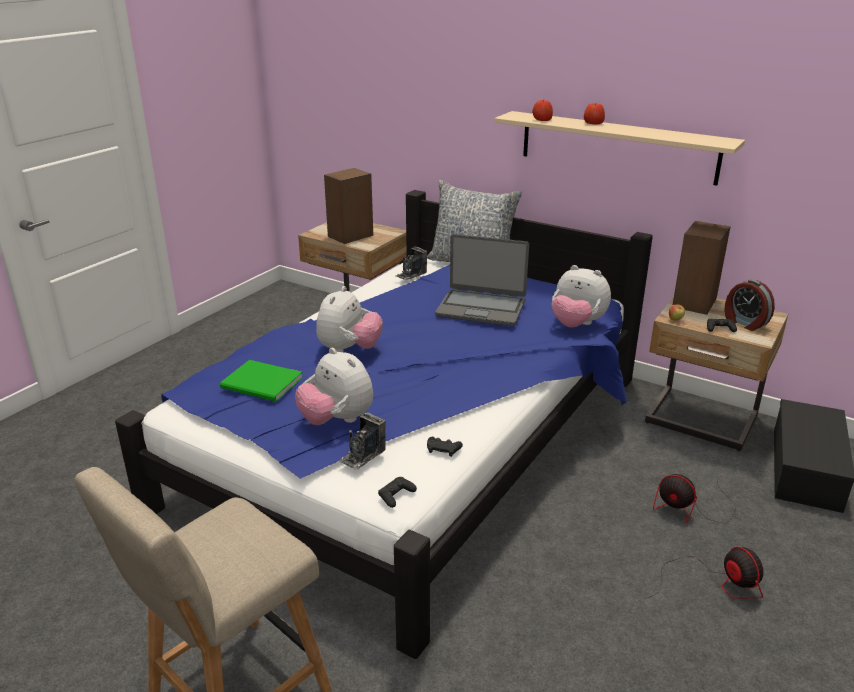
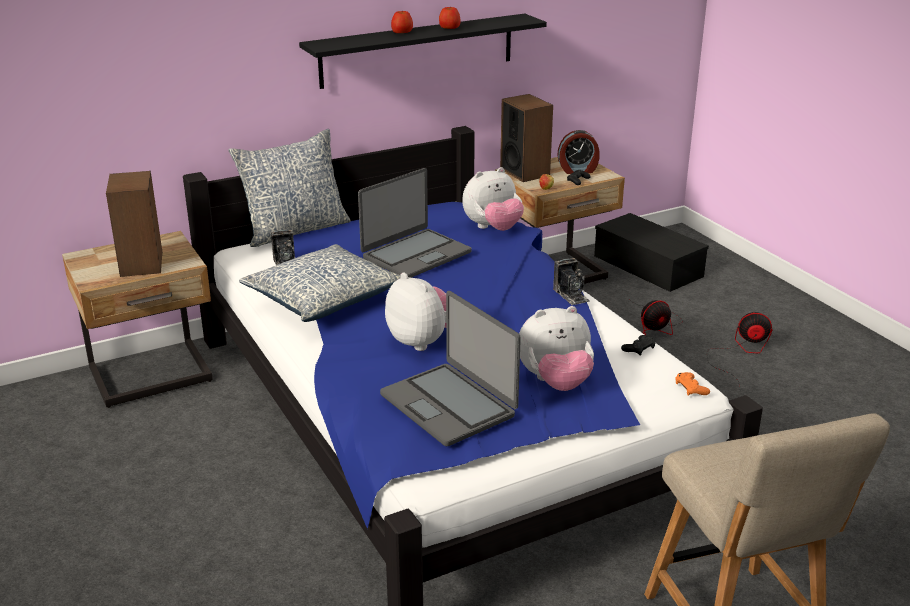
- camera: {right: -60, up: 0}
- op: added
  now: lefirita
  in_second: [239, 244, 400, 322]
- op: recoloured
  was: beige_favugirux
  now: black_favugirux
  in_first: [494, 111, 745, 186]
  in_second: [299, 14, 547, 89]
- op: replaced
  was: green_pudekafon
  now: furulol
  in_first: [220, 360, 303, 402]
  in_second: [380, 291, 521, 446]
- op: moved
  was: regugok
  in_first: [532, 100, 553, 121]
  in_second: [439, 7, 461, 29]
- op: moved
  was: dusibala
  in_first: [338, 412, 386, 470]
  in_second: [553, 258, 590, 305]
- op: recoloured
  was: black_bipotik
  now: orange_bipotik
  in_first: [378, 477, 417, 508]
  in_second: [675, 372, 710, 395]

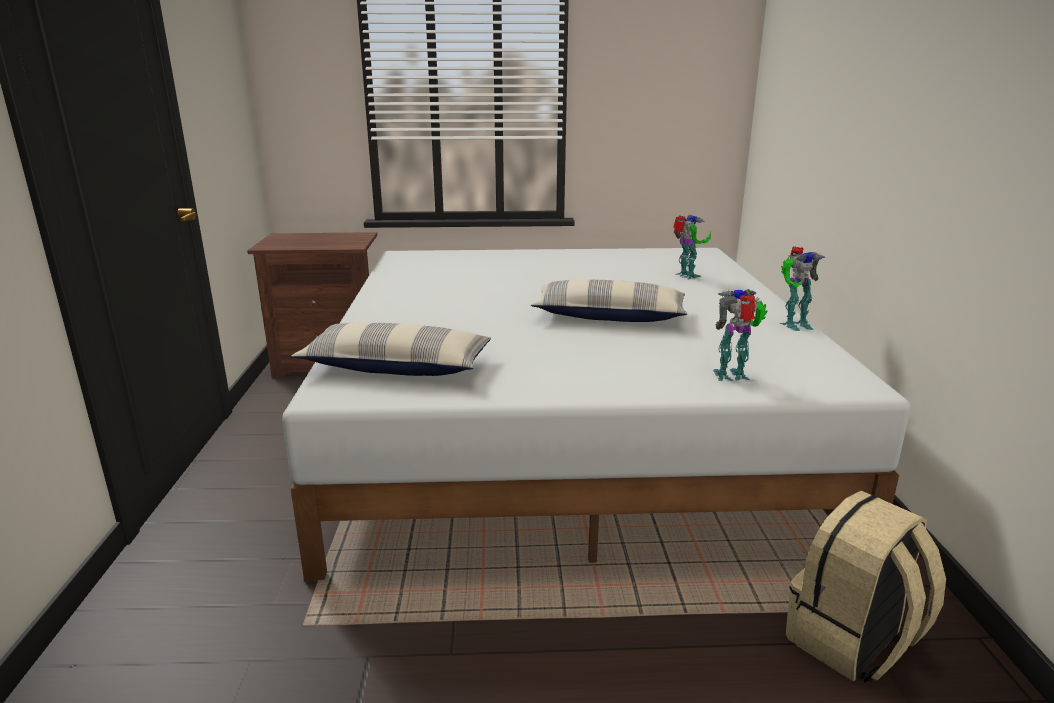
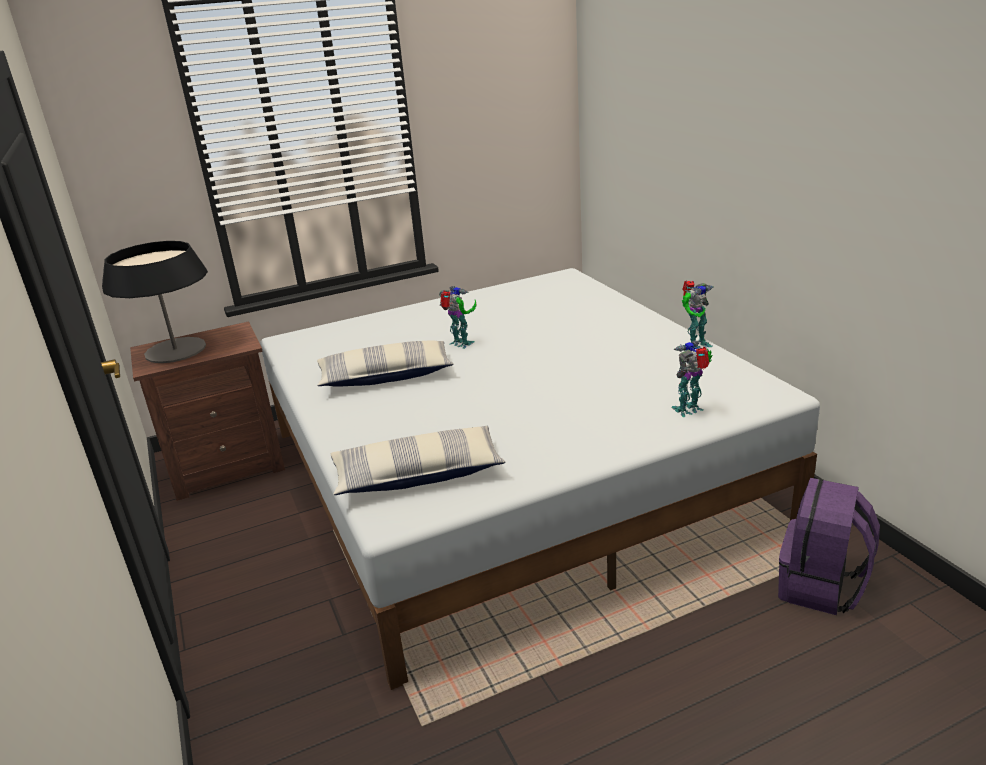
- camera: {right: -20, up: 5}
- op: added
  now: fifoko
  in_second: [102, 241, 208, 363]
- op: moved
  was: lefirita
  in_first: [531, 279, 688, 322]
  in_second: [317, 341, 454, 387]
- op: moved
  was: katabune
  in_first: [673, 215, 711, 279]
  in_second: [439, 286, 477, 349]
- op: recoloured
  was: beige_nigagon
  now: purple_nigagon
  in_first: [786, 491, 946, 683]
  in_second: [778, 478, 880, 615]

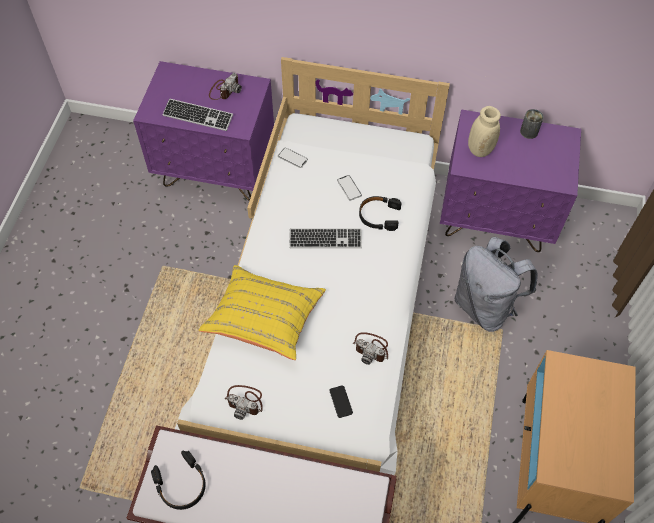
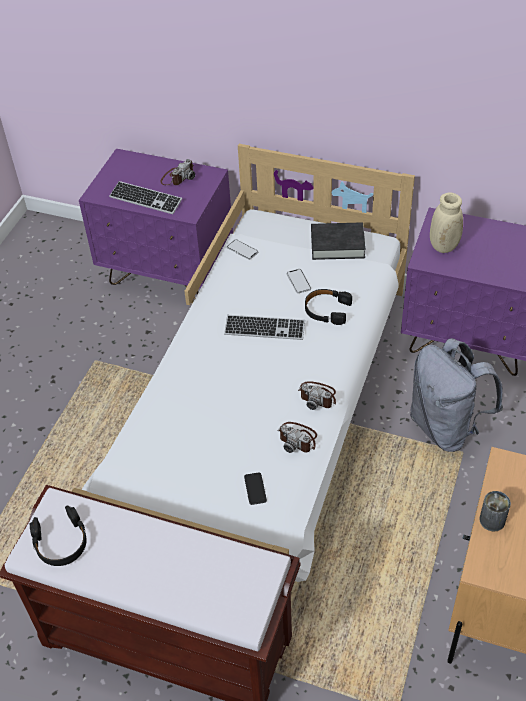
- camera: {right: 10, up: -10}
- op: moved
  was: dusibala
  in_first: [225, 385, 263, 420]
  in_second: [298, 381, 336, 410]
- op: added
  now: black_pudekafon
  in_second: [311, 222, 366, 260]
- op: moved
  was: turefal
  in_first: [520, 109, 544, 139]
  in_second: [480, 491, 511, 532]
- op: removed
  was: yellow_lefirita
  in_first: [198, 265, 326, 360]

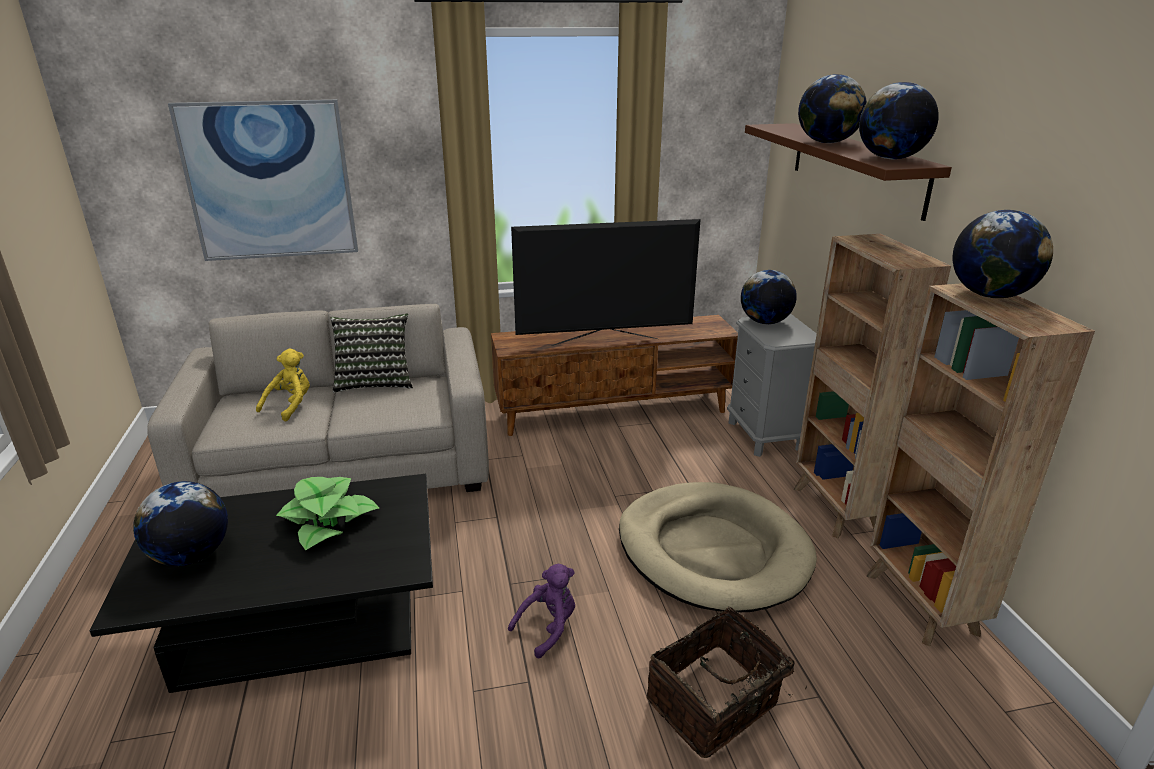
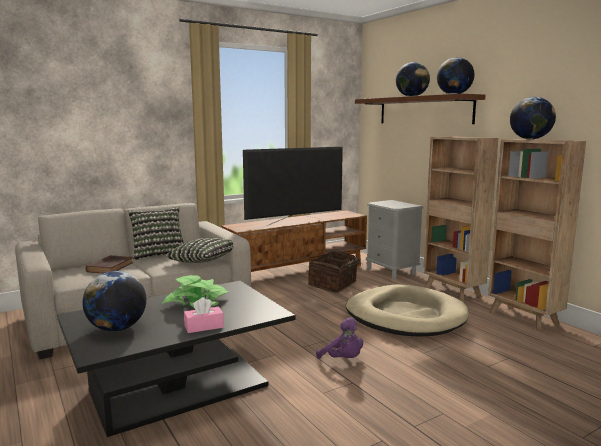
- camera: {right: -20, up: -15}
- op: replaced
  was: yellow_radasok
  now: brown_pudekafon
  in_first: [256, 349, 310, 422]
  in_second: [86, 255, 133, 274]
- op: added
  now: lefirita
  in_second: [166, 238, 234, 263]
- op: added
  now: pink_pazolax
  in_second: [184, 297, 224, 333]
- op: moved
  was: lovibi
  in_first: [647, 606, 807, 758]
  in_second: [308, 251, 367, 293]
- op: turned
  was: purple_radasok
  in_first: [508, 564, 575, 658]
  in_second: [316, 318, 363, 359]
  clockwise: 105
- op: removed
  was: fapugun
  in_first: [168, 99, 358, 261]
- op: removed
  was: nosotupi
  in_first: [741, 270, 797, 324]

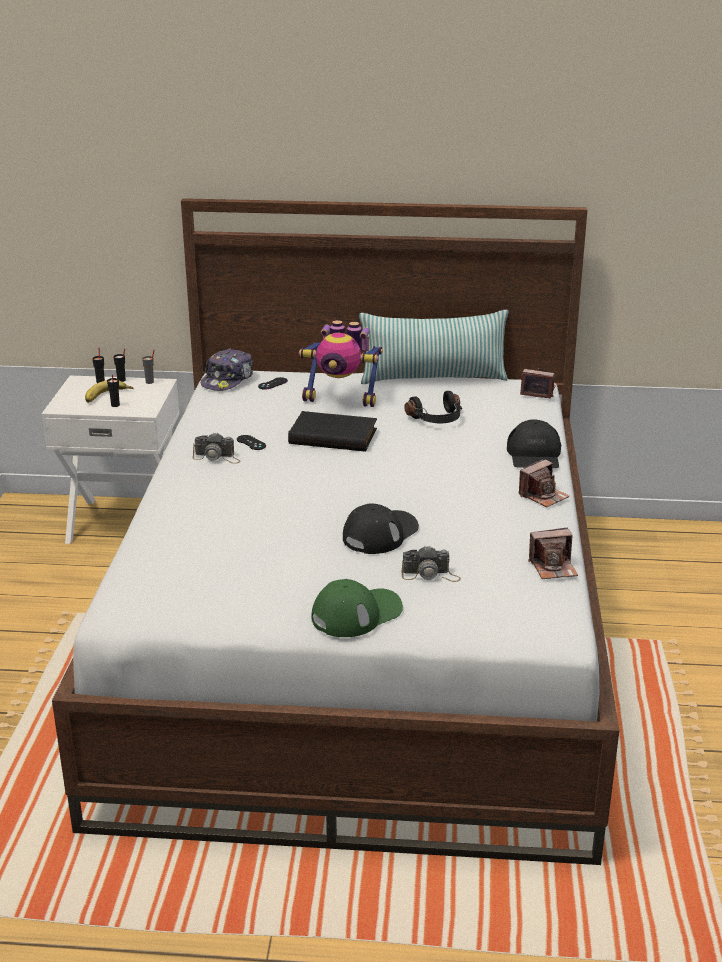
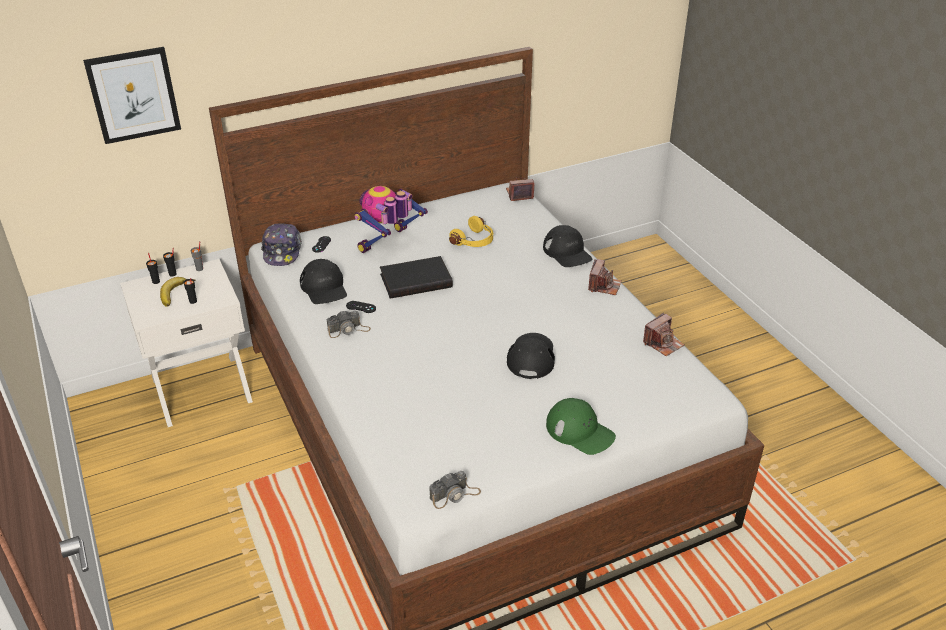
- camera: {right: -30, up: 10}
- op: added
  now: fapugun
  in_second: [83, 47, 181, 144]
- op: added
  now: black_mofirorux
  in_second: [300, 259, 347, 304]
- op: turned
  was: katabune
  in_first: [299, 320, 383, 407]
  in_second: [355, 186, 428, 253]
  clockwise: 150
- op: moved
  was: dusibala
  in_first: [402, 546, 461, 582]
  in_second: [429, 471, 481, 509]
- op: recoloured
  was: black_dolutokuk
  now: yellow_dolutokuk
  in_first: [404, 391, 462, 423]
  in_second: [449, 216, 493, 247]
- op: turned
  was: green_mofirorux
  in_first: [312, 579, 403, 637]
  in_second: [546, 398, 616, 455]
  clockwise: 105
- op: removed
  was: lefirita
  in_first: [359, 310, 508, 384]

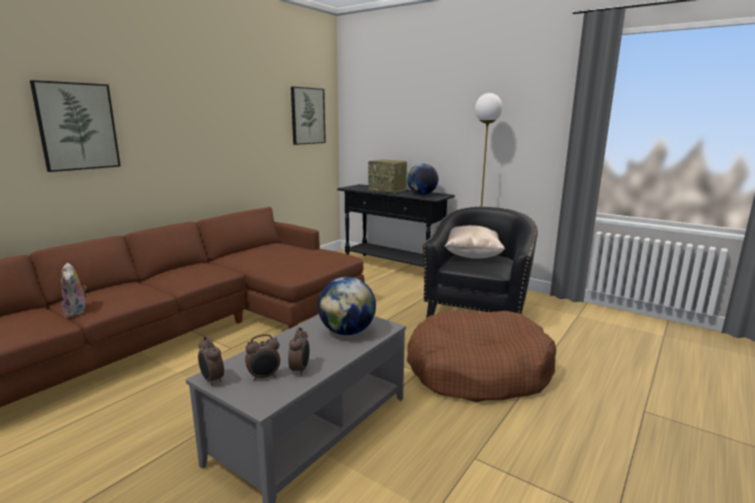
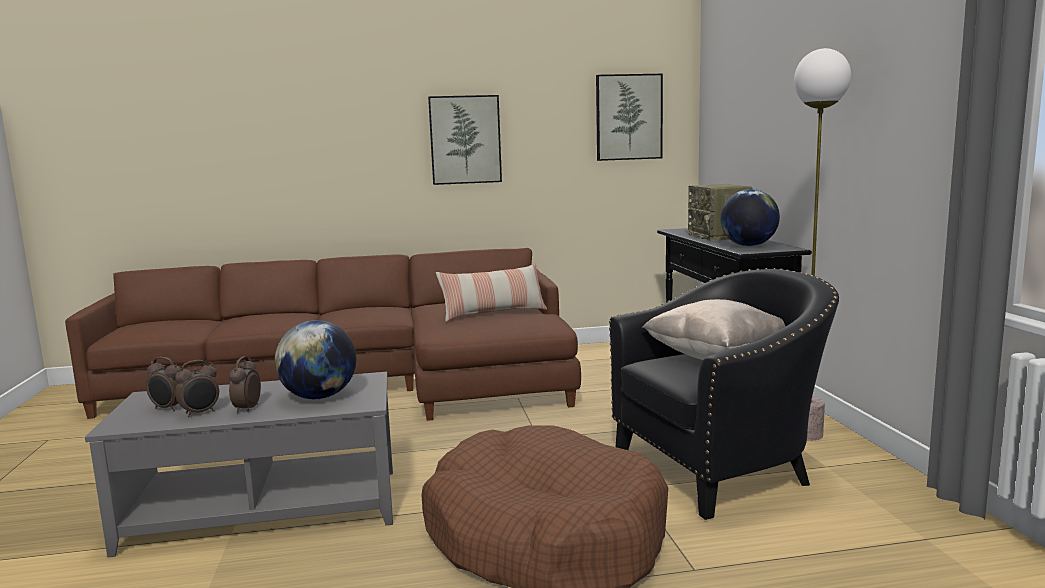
- camera: {right: 45, up: -5}
- op: moved
  was: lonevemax
  in_first: [198, 336, 224, 386]
  in_second: [229, 356, 261, 414]
- op: moved
  was: fapugun
  in_first: [30, 80, 121, 172]
  in_second: [428, 95, 502, 185]
- op: added
  now: lefirita
  in_second: [436, 263, 547, 322]
- op: removed
  was: radasok
  in_first: [61, 263, 87, 317]

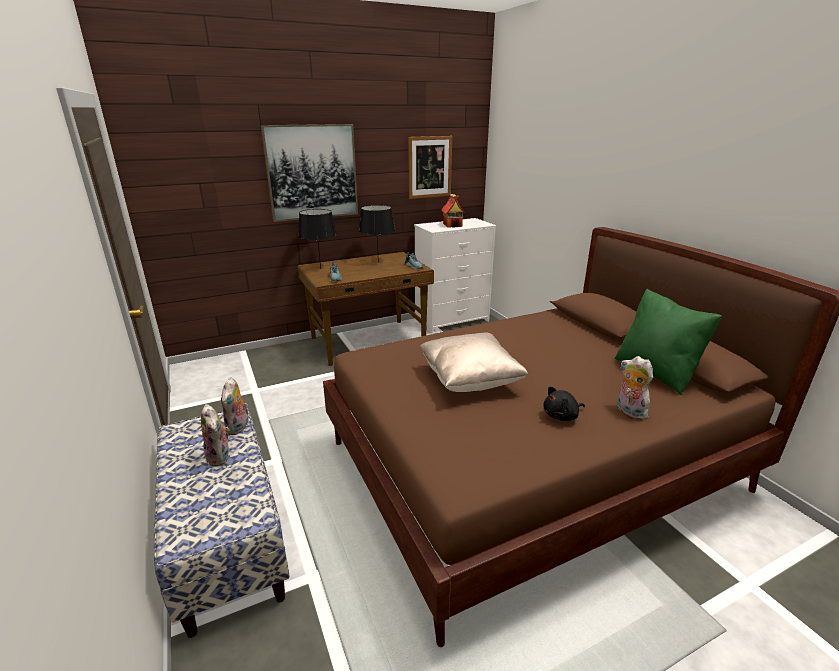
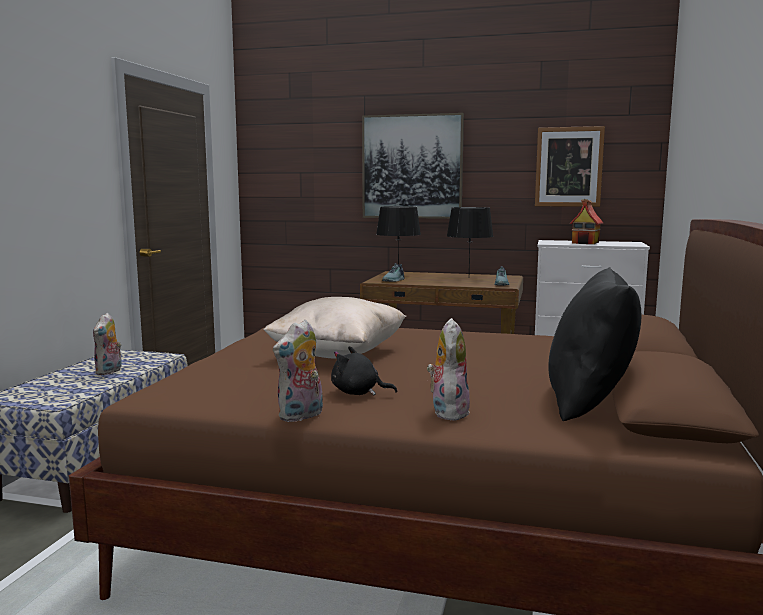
- camera: {right: 40, up: -15}
- op: moved
  was: radasok
  in_first: [221, 377, 248, 435]
  in_second: [273, 320, 323, 422]
- op: recoloured
  was: green_lefirita
  now: black_lefirita
  in_first: [615, 289, 722, 395]
  in_second: [548, 267, 641, 422]

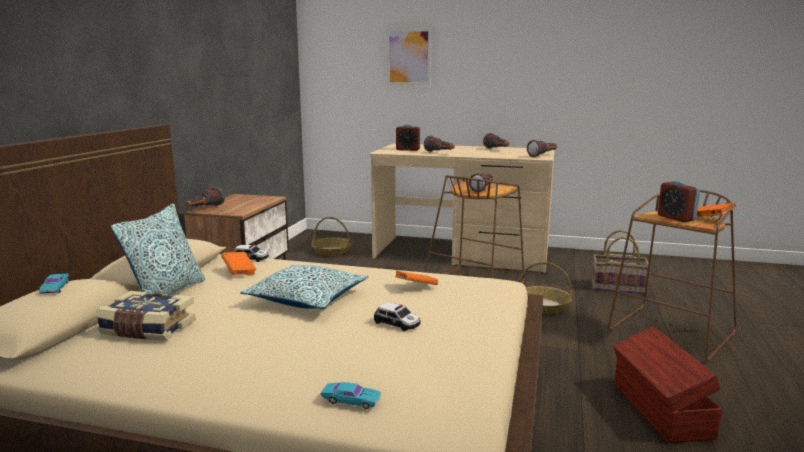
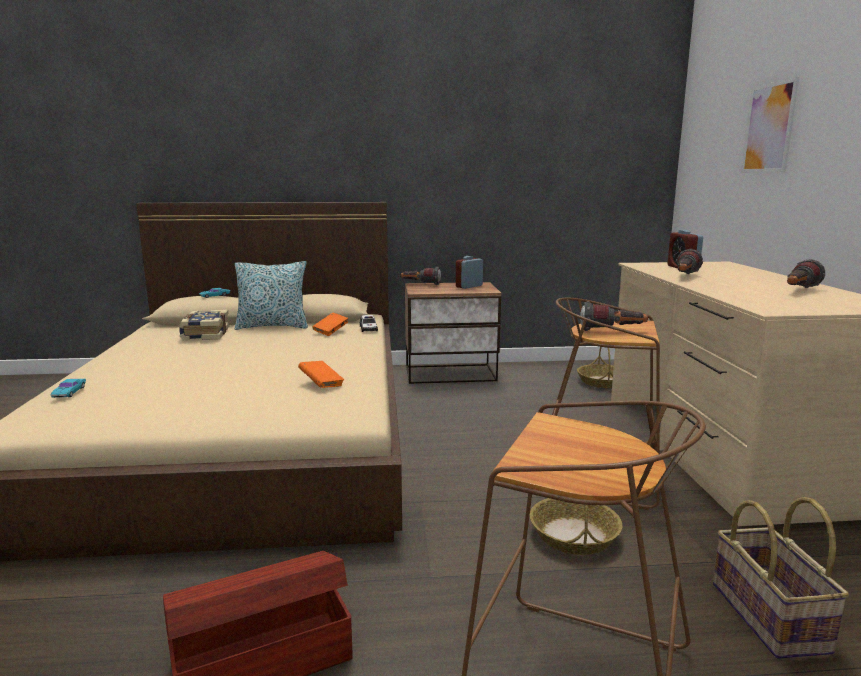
- camera: {right: 70, up: 0}
- op: moved
  was: lonevemax
  in_first: [658, 181, 700, 222]
  in_second: [456, 256, 483, 289]
- op: removed
  was: lefirita
  in_first: [240, 265, 369, 309]
- op: removed
  was: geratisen
  in_first: [374, 302, 421, 331]
- op: removed
  was: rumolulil
  in_first: [527, 140, 558, 157]
- op: removed
  was: orange_pudekafon
  in_first: [697, 203, 736, 217]

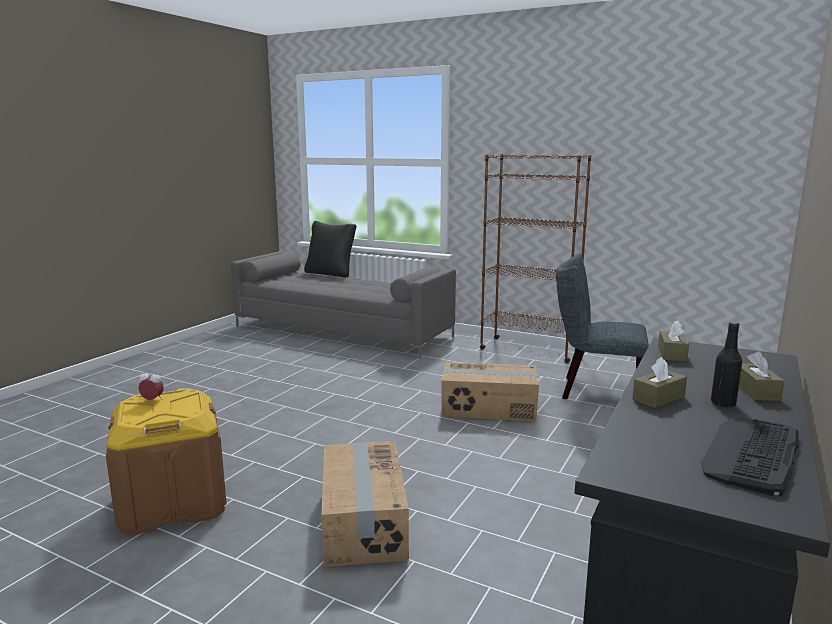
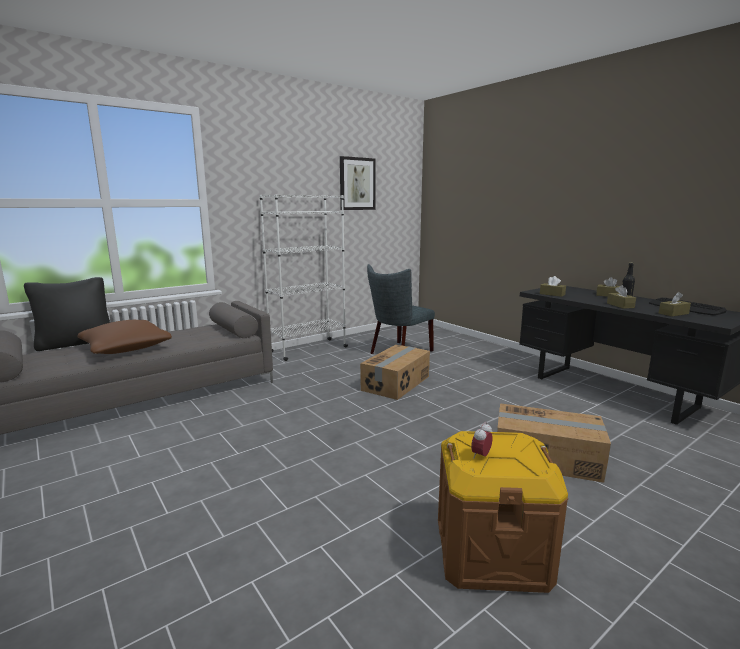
- camera: {right: -65, up: 0}
- op: added
  now: brown_lefirita
  in_second: [77, 320, 172, 354]
- op: recoloured
  was: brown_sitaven
  now: white_sitaven
  in_first: [480, 154, 591, 363]
  in_second: [260, 194, 348, 361]
- op: added
  now: fapugun
  in_second: [340, 156, 376, 210]
- op: added
  now: brown_pazolax
  in_second: [659, 292, 691, 317]

